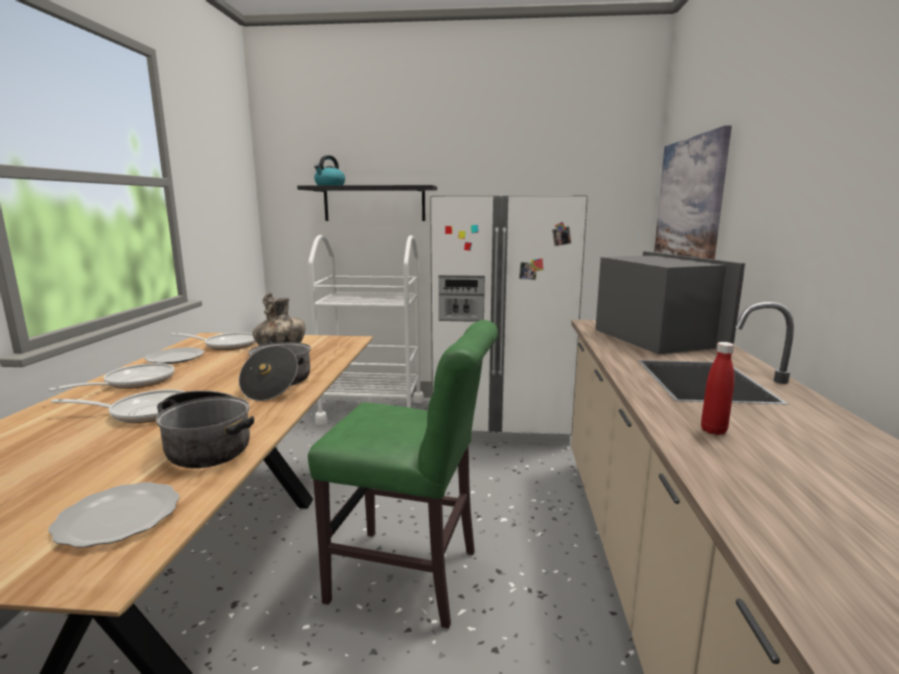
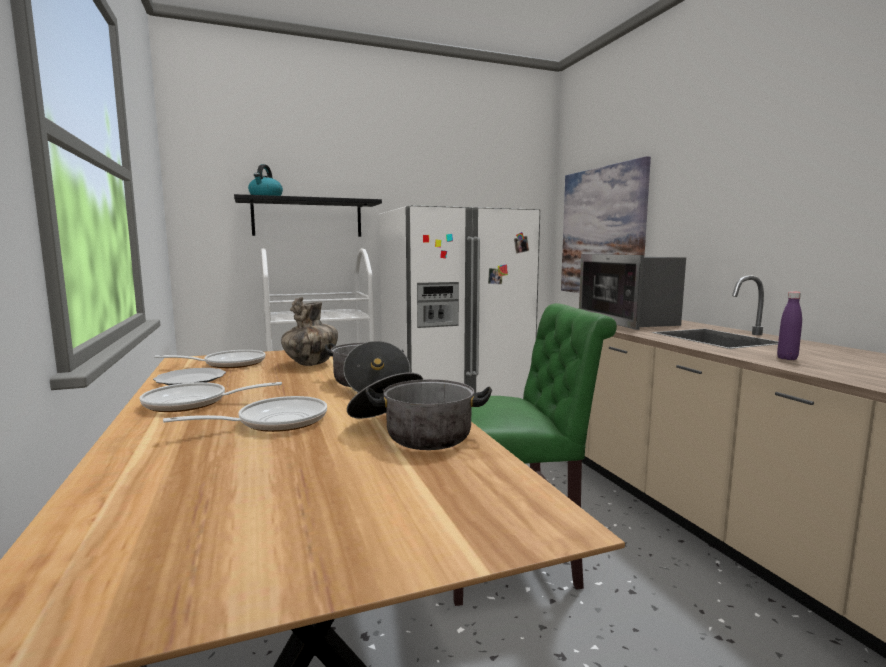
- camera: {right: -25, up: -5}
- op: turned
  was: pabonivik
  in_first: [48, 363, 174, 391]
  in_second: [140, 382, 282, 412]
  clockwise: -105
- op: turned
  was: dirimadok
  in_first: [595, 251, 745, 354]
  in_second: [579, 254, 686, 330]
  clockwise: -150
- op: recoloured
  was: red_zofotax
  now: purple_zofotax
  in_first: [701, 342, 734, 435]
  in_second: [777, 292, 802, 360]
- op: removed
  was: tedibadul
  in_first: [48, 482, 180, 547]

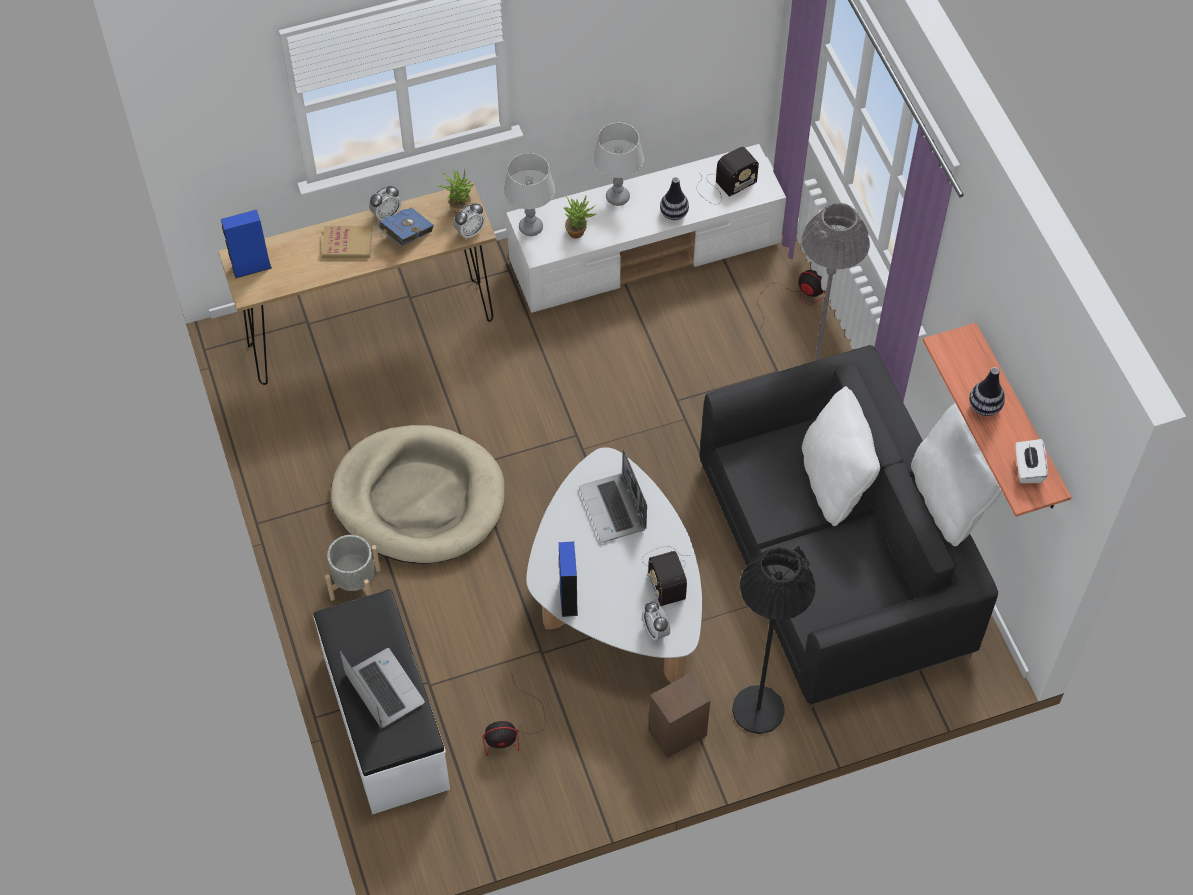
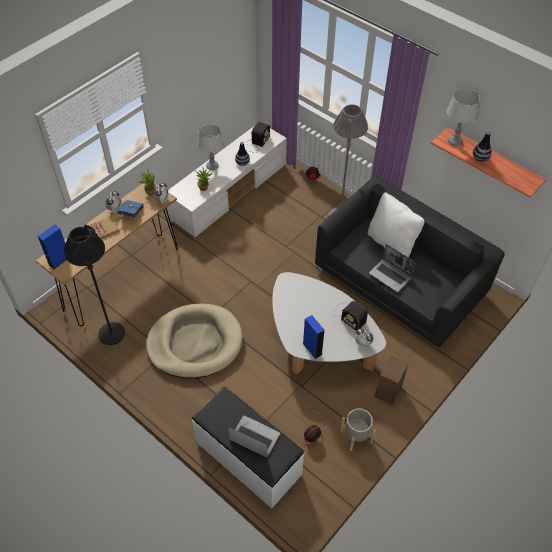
- camera: {right: -30, up: -5}
- op: moved
  was: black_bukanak
  in_first: [732, 546, 815, 734]
  in_second: [64, 224, 125, 345]
- op: moved
  was: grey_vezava
  in_first: [325, 535, 381, 601]
  in_second: [340, 408, 376, 451]
- op: moved
  was: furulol
  in_first: [579, 449, 647, 543]
  in_second: [369, 244, 416, 292]
- op: moved
  was: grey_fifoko
  in_first: [504, 153, 555, 236]
  in_second: [447, 89, 480, 146]
- op: removed
  was: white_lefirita
  in_first: [911, 403, 1002, 546]
- op: removed
  was: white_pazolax
  in_first: [1016, 439, 1048, 483]

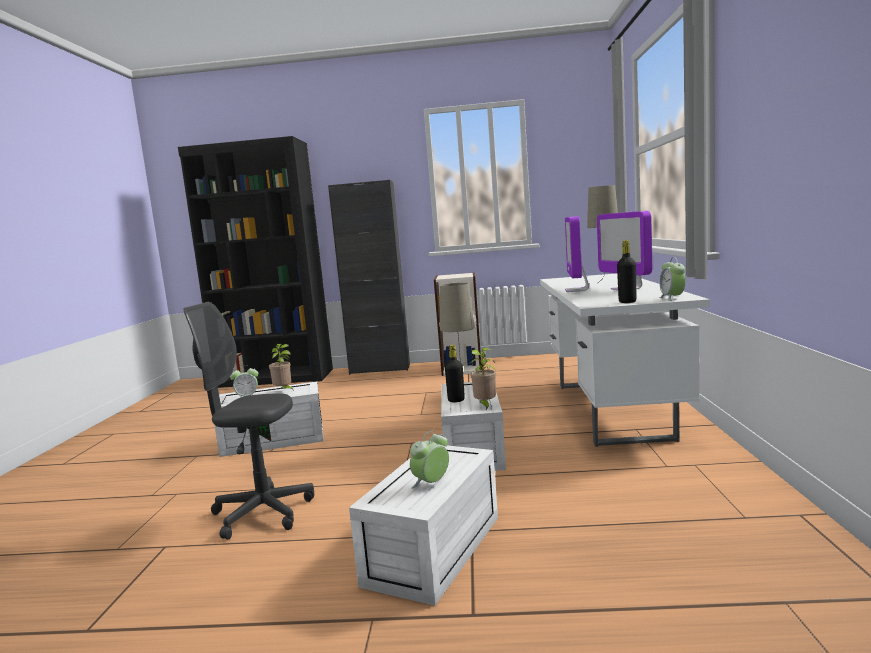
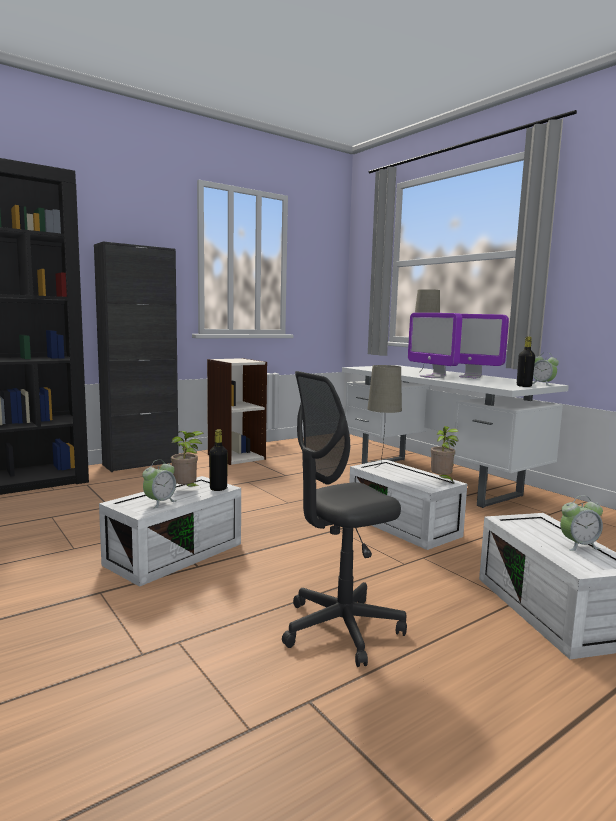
- camera: {right: -40, up: 0}
- op: moved
  was: black_zofotax
  in_first: [445, 345, 465, 402]
  in_second: [209, 429, 228, 491]
- op: turned
  was: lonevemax
  in_first: [410, 431, 449, 488]
  in_second: [560, 496, 603, 551]
  clockwise: -105

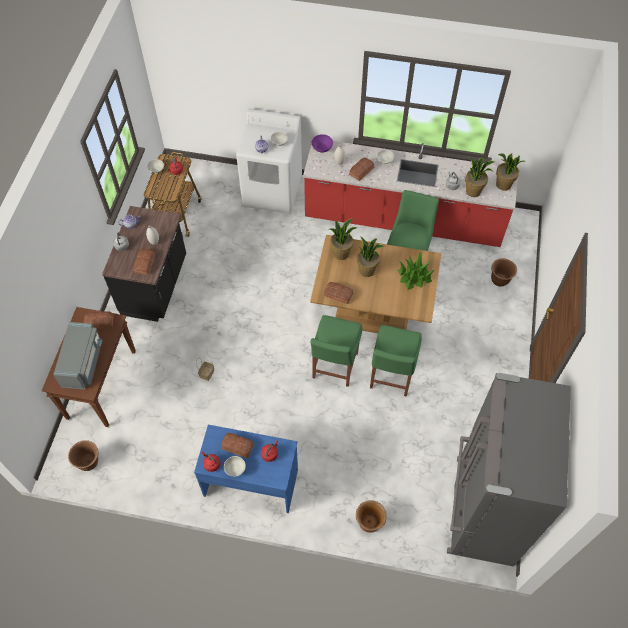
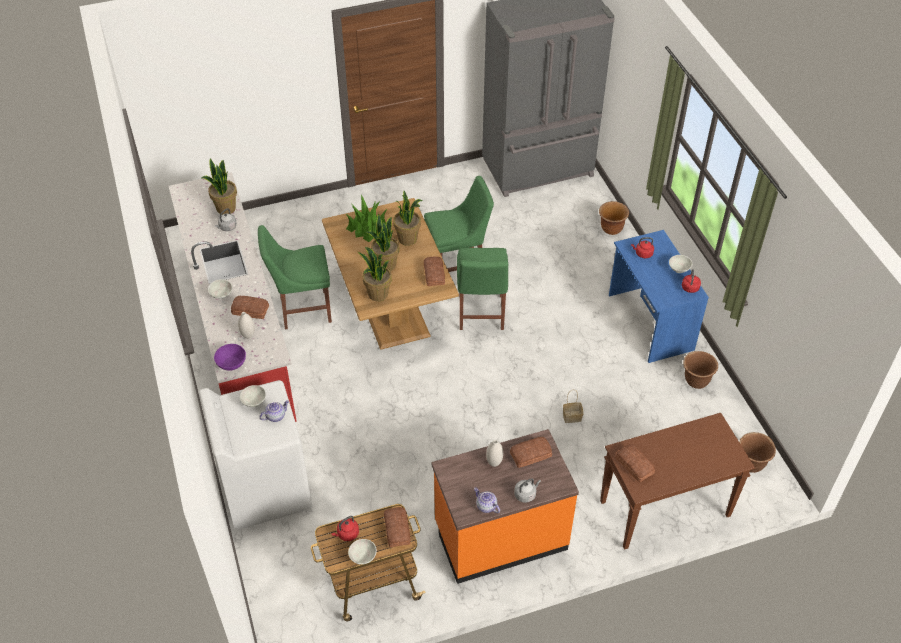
- camera: {right: -120, up: -10}
- op: moved
  was: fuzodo
  in_first: [221, 433, 254, 458]
  in_second: [384, 507, 411, 548]
- op: moved
  was: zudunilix
  in_first: [496, 153, 525, 191]
  in_second: [393, 191, 422, 246]
- op: recoloured
  was: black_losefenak
  now: orange_losefenak
  in_first: [102, 206, 186, 322]
  in_second: [431, 429, 579, 584]
- op: turned
  was: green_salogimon
  in_first: [310, 315, 363, 387]
  in_second: [457, 248, 508, 330]
  clockwise: 105
- op: moved
  was: brown_vezava
  in_first: [491, 258, 517, 287]
  in_second: [683, 351, 718, 389]
- op: removed
  was: grey_dirimadok
  in_first: [53, 322, 103, 389]

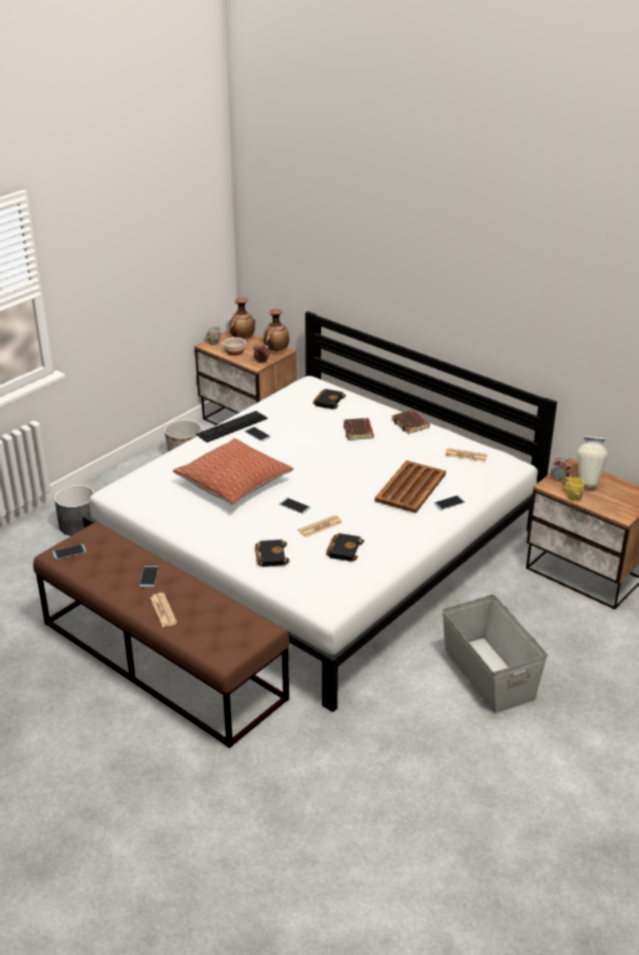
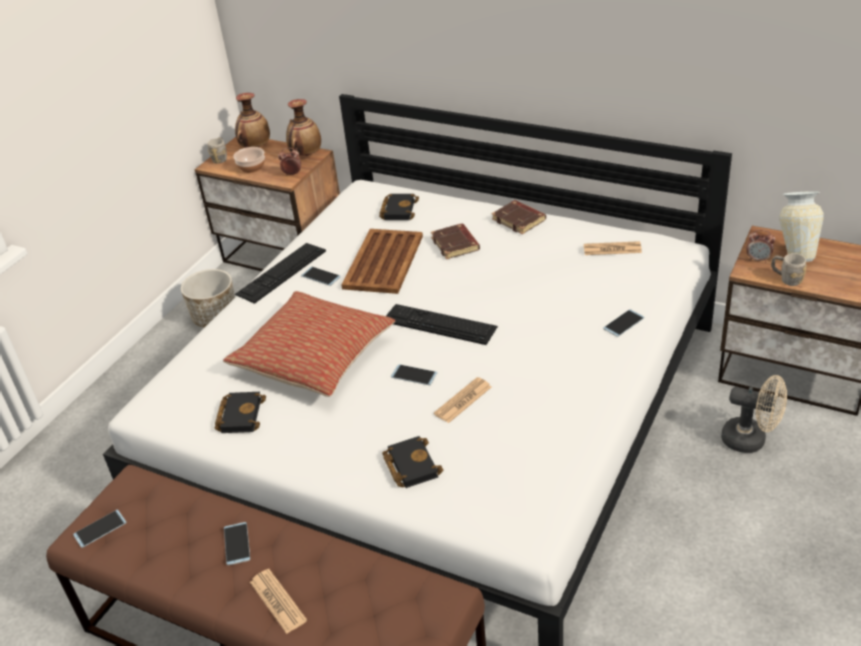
- camera: {right: -10, up: 5}
- op: moved
  was: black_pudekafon
  in_first: [326, 533, 364, 562]
  in_second: [214, 392, 266, 433]
- op: moved
  was: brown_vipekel
  in_first: [375, 460, 446, 513]
  in_second: [342, 229, 423, 294]
- op: added
  now: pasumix
  in_second: [386, 304, 498, 345]
- op: added
  now: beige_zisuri
  in_second: [721, 375, 787, 453]
- op: recoloured
  was: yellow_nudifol
  now: grey_nudifol
  in_first: [563, 477, 584, 501]
  in_second: [771, 253, 807, 286]
- op: removed
  was: grey_vezava
  in_first: [54, 485, 95, 536]
- op: removed
  was: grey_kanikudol
  in_first: [442, 594, 548, 713]

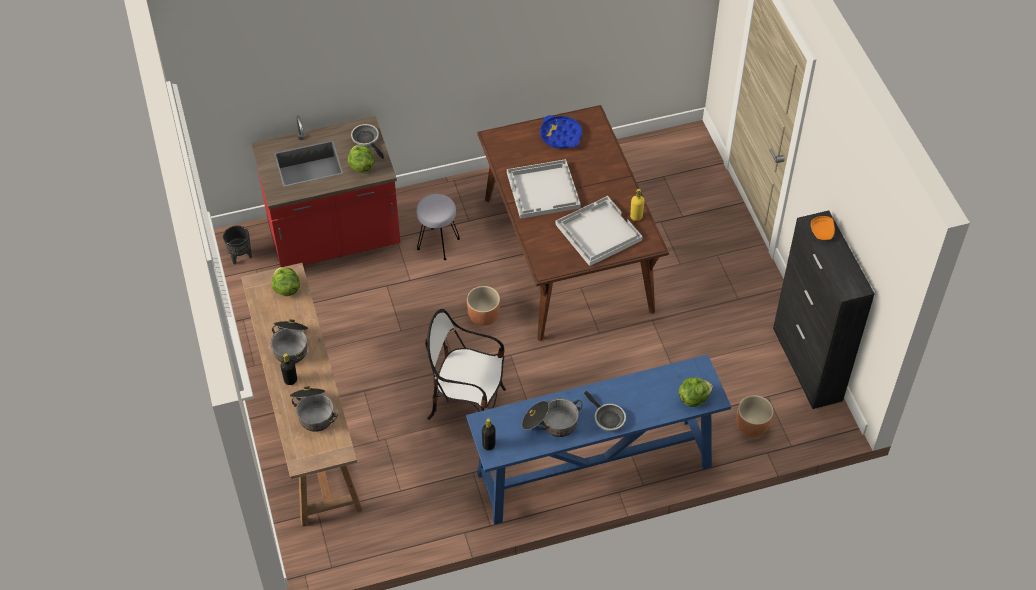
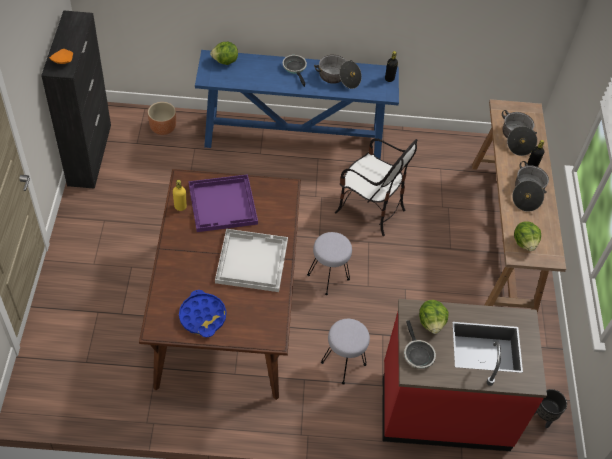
- camera: {right: -165, up: 0}
- op: recoloured
  was: white_vipekel
  now: purple_vipekel
  in_first: [556, 196, 643, 266]
  in_second: [189, 174, 258, 232]
- op: replaced
  was: brown_vezava
  now: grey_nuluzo
  in_first: [467, 286, 500, 326]
  in_second: [307, 232, 352, 295]

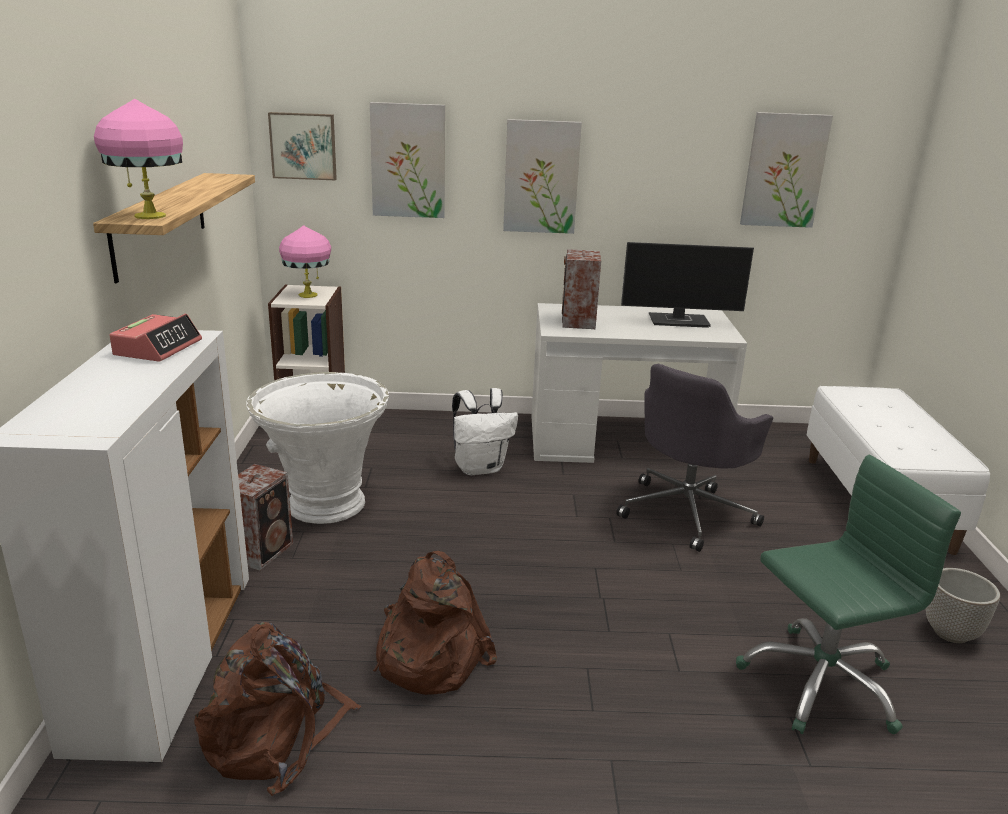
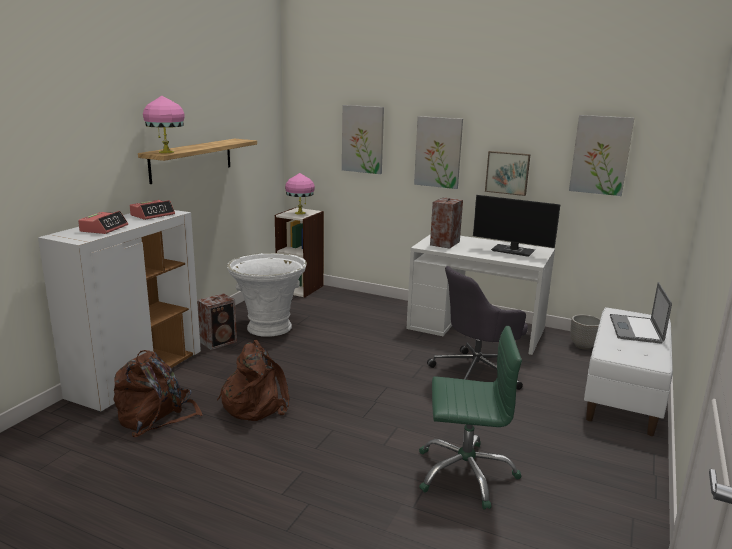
- camera: {right: 25, up: -5}
- op: added
  now: lonevemax
  in_second: [78, 211, 128, 234]
- op: moved
  was: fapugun
  in_first: [268, 112, 337, 180]
  in_second: [485, 151, 531, 196]
- op: moved
  was: vezava
  in_first: [926, 568, 1000, 643]
  in_second: [570, 315, 600, 350]
- op: added
  now: furulol
  in_second: [610, 282, 672, 344]
- op: removed
  was: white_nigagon
  in_first: [452, 388, 518, 476]

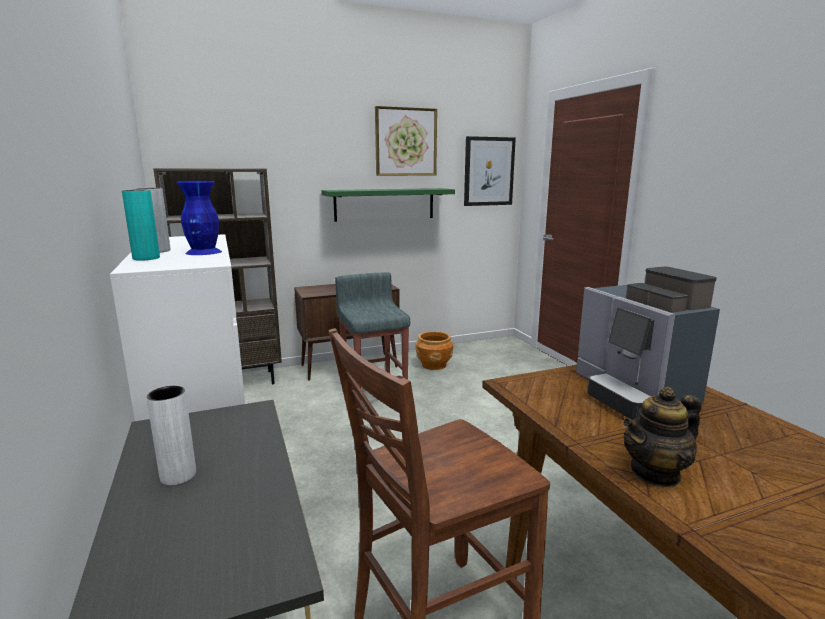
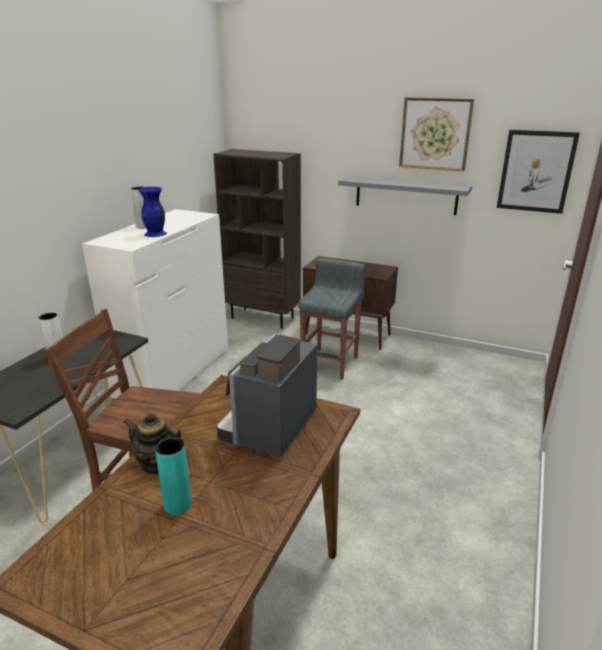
- camera: {right: 45, up: 10}
- op: moved
  was: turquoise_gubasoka
  in_first: [122, 189, 160, 261]
  in_second: [155, 437, 192, 515]
- op: recoloured
  was: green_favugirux
  now: grey_favugirux
  in_first: [321, 188, 455, 222]
  in_second: [338, 176, 472, 215]
- op: removed
  was: brown_vezava
  in_first: [415, 331, 454, 370]

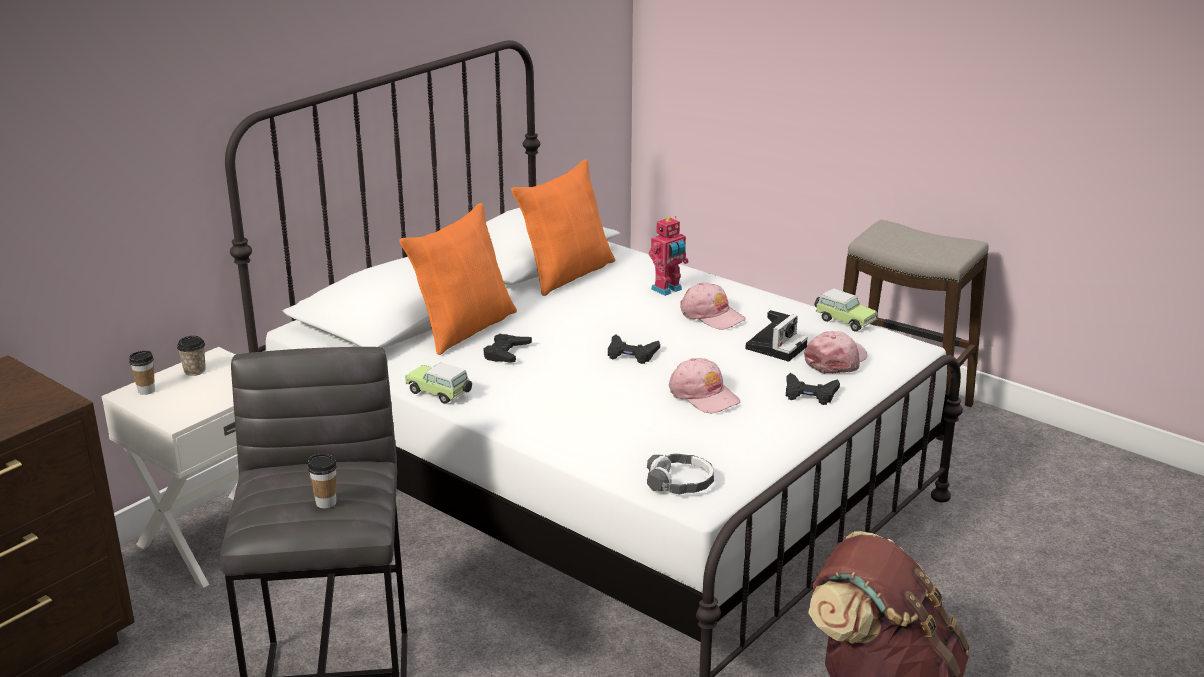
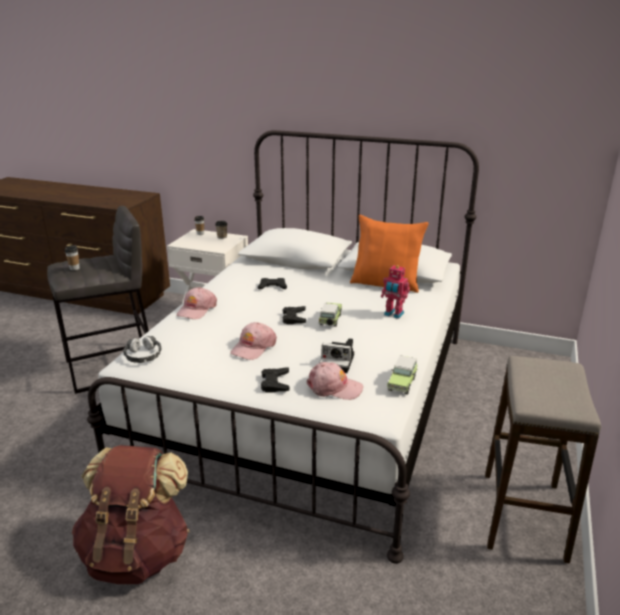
- camera: {right: 70, up: 0}
- op: moved
  was: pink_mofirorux
  in_first: [680, 283, 746, 330]
  in_second: [177, 287, 217, 319]
- op: moved
  was: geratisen
  in_first: [405, 362, 472, 404]
  in_second: [319, 302, 342, 327]
- op: removed
  was: orange_lefirita
  in_first: [399, 203, 517, 355]

